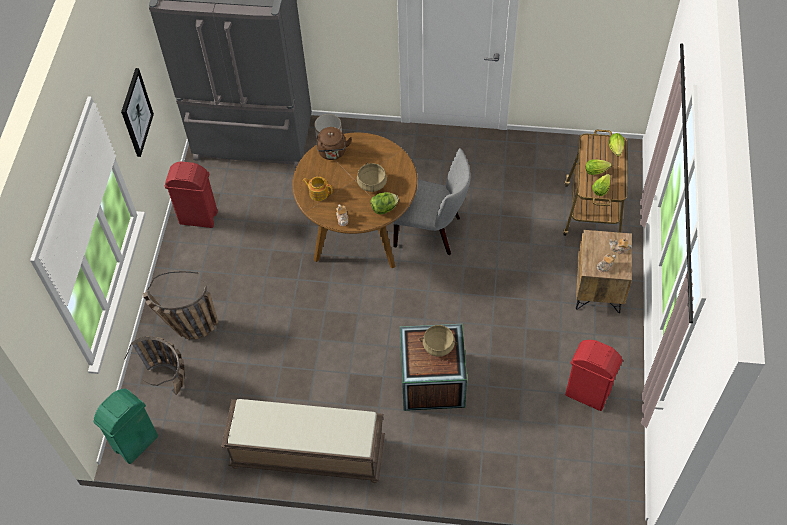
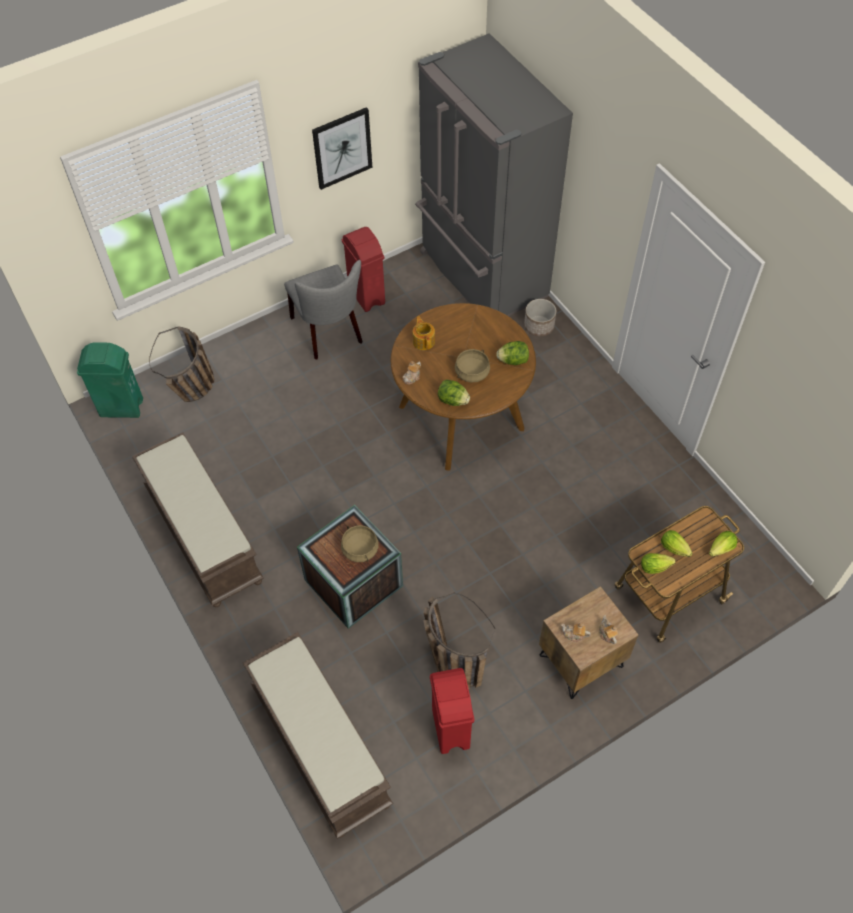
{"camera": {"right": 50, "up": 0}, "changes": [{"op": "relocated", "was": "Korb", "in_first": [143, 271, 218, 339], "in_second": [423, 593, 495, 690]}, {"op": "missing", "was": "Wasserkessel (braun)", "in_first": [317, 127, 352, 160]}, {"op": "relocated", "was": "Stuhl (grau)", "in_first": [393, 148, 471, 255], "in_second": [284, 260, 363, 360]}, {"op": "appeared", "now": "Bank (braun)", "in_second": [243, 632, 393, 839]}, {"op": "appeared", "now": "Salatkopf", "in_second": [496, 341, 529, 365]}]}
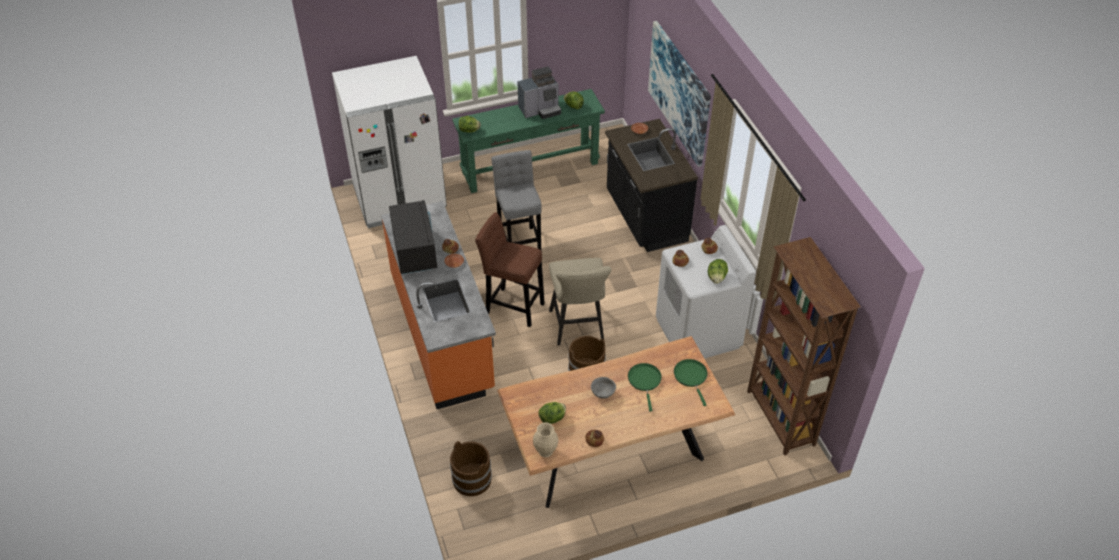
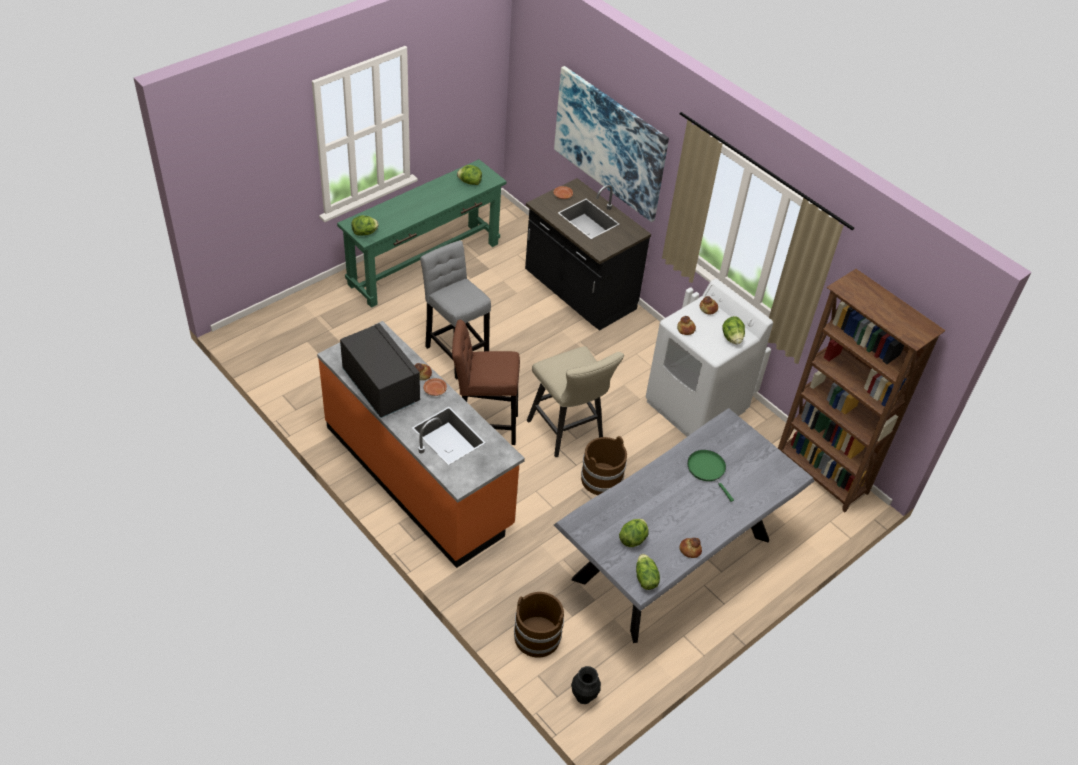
{"camera": {"right": -25, "up": 0}, "changes": [{"op": "missing", "was": "Kühlschrank (weiß)", "in_first": [332, 56, 447, 228]}, {"op": "colour", "was": "Esstisch (braun)", "now": "Esstisch (grau)", "in_first": [497, 336, 735, 508], "in_second": [554, 408, 814, 643]}, {"op": "missing", "was": "Kaffeemaschine", "in_first": [517, 66, 561, 119]}, {"op": "exchanged", "was": "Vase (beige)", "now": "Salatkopf", "in_first": [533, 422, 559, 457], "in_second": [636, 554, 660, 590]}, {"op": "missing", "was": "Schüssel (grau)", "in_first": [591, 377, 616, 399]}, {"op": "missing", "was": "Pfanne (grün)", "in_first": [674, 359, 708, 406]}, {"op": "appeared", "now": "Vase (schwarz)", "in_second": [571, 666, 601, 704]}]}
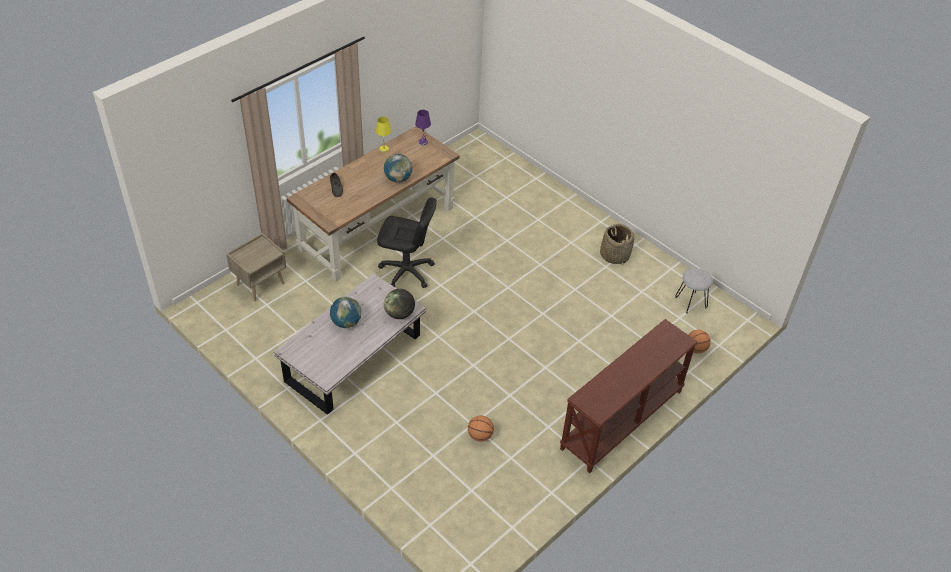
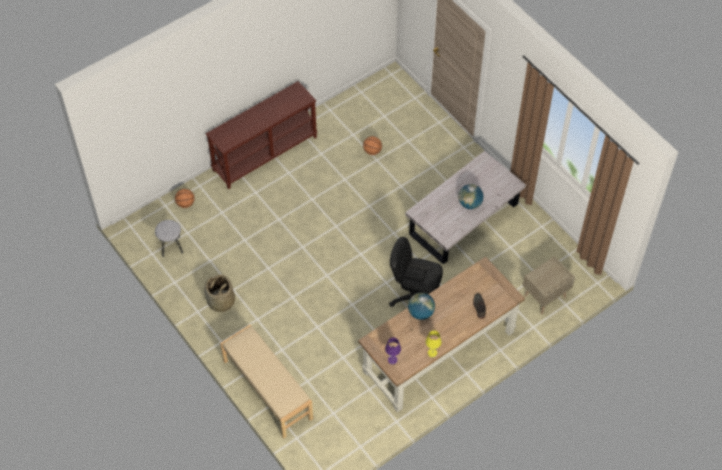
{"camera": {"right": -170, "up": 10}, "changes": [{"op": "missing", "was": "Globus", "in_first": [384, 289, 415, 319]}, {"op": "appeared", "now": "Bank (beige)", "in_second": [220, 325, 313, 439]}]}
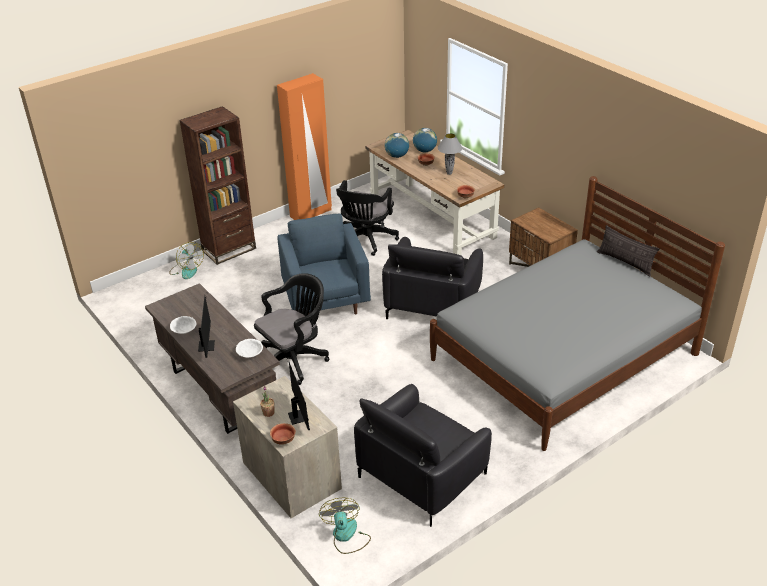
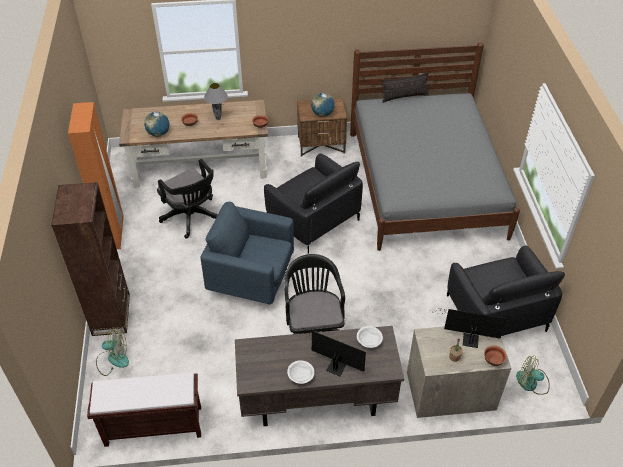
{"camera": {"right": -60, "up": 10}, "changes": [{"op": "relocated", "was": "Globus", "in_first": [413, 128, 437, 152], "in_second": [311, 93, 335, 117]}, {"op": "appeared", "now": "Bank (braun)", "in_second": [87, 372, 201, 447]}]}
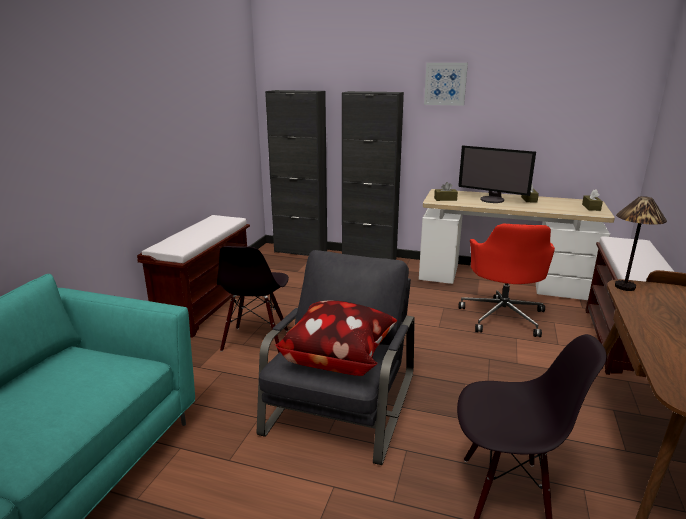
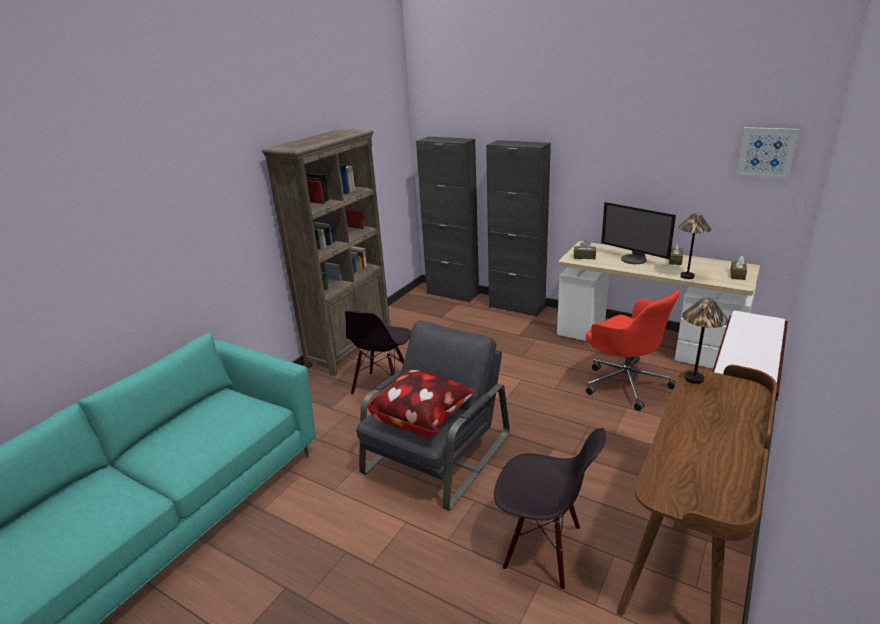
{"camera": {"right": 15, "up": 5}, "changes": [{"op": "exchanged", "was": "Bank (braun)", "now": "Bücherregal (braun)", "in_first": [137, 215, 250, 338], "in_second": [262, 129, 390, 377]}, {"op": "relocated", "was": "Bild", "in_first": [424, 63, 468, 106], "in_second": [736, 127, 799, 179]}, {"op": "spun", "was": "Bürostuhl (rot)", "in_first": [459, 224, 555, 337], "in_second": [586, 290, 680, 411], "clockwise": -60}, {"op": "appeared", "now": "Tischlampe", "in_second": [678, 213, 711, 279]}]}
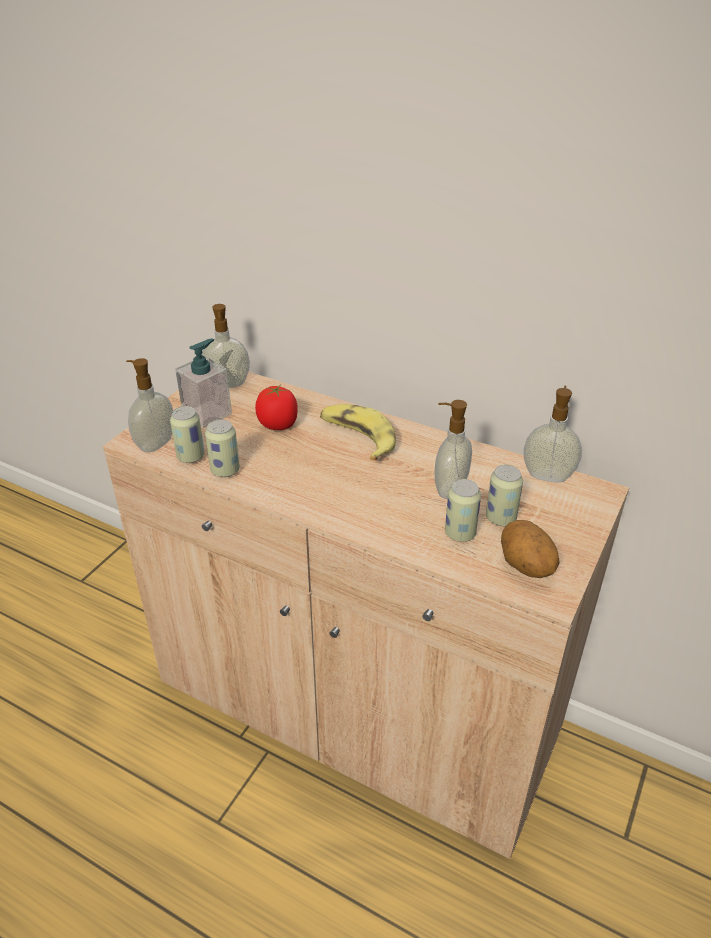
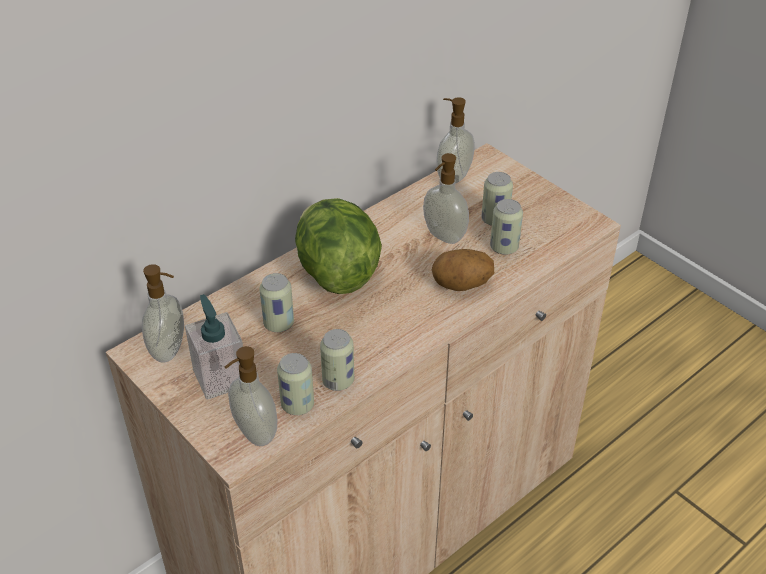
{"camera": {"right": -70, "up": 5}, "changes": [{"op": "exchanged", "was": "Tomate", "now": "Dose", "in_first": [255, 385, 298, 430], "in_second": [259, 273, 294, 332]}, {"op": "exchanged", "was": "Banane", "now": "Salatkopf", "in_first": [320, 404, 396, 461], "in_second": [295, 198, 382, 294]}, {"op": "relocated", "was": "Kartoffel", "in_first": [501, 520, 560, 578], "in_second": [432, 249, 494, 291]}]}
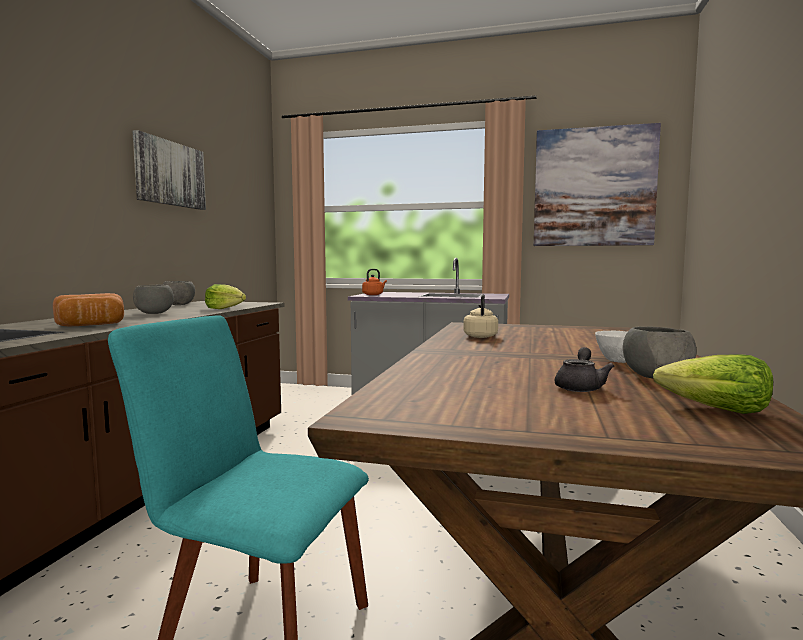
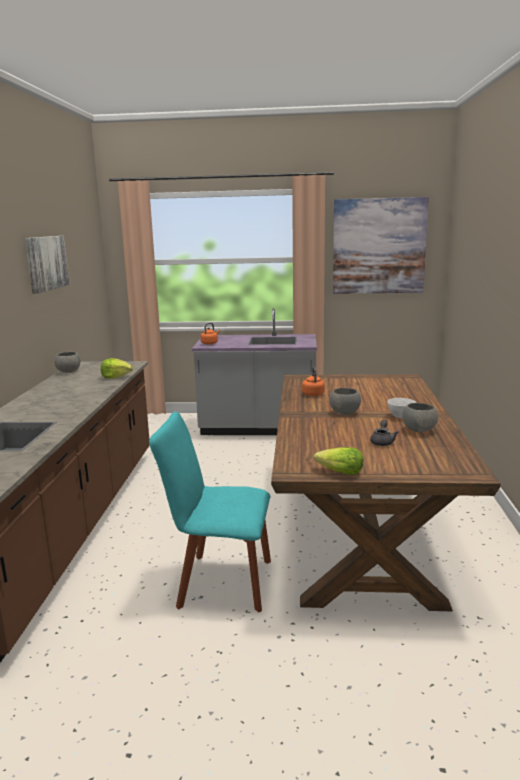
{"camera": {"right": -10, "up": 10}, "changes": [{"op": "missing", "was": "Brot", "in_first": [53, 293, 124, 326]}, {"op": "relocated", "was": "Schüssel (grau)", "in_first": [133, 285, 174, 314], "in_second": [330, 388, 361, 415]}, {"op": "colour", "was": "Wasserkessel (beige)", "now": "Wasserkessel (orange)", "in_first": [464, 294, 498, 338], "in_second": [302, 367, 325, 396]}, {"op": "relocated", "was": "Salatkopf", "in_first": [653, 354, 773, 414], "in_second": [314, 447, 363, 475]}]}
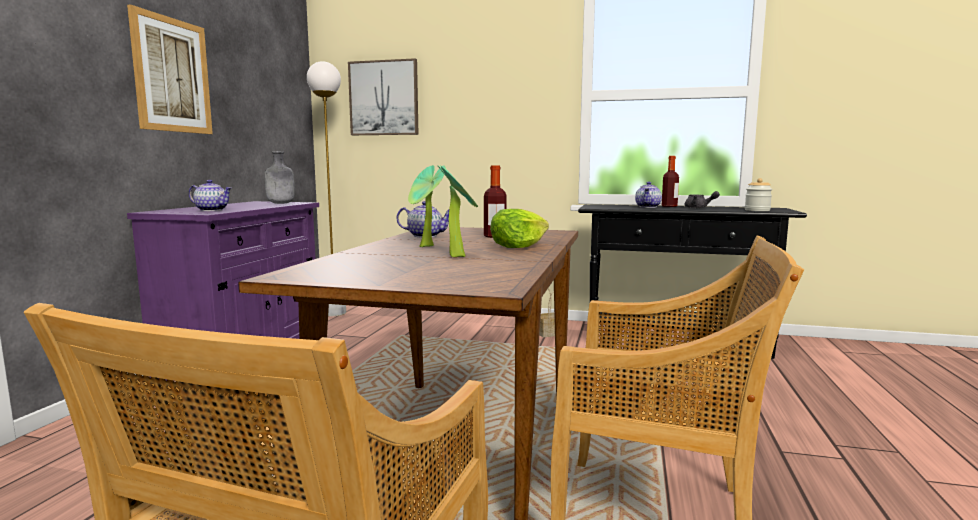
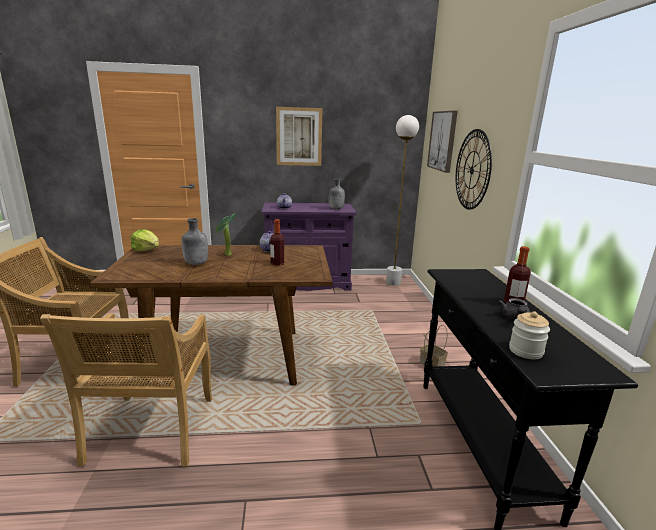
{"camera": {"right": 70, "up": 10}, "changes": [{"op": "exchanged", "was": "Topfpflanze", "now": "Flasche (grau)", "in_first": [438, 165, 478, 257], "in_second": [182, 218, 208, 265]}, {"op": "relocated", "was": "Salatkopf", "in_first": [490, 209, 549, 248], "in_second": [131, 229, 159, 251]}, {"op": "missing", "was": "Teekanne", "in_first": [635, 182, 662, 208]}, {"op": "appeared", "now": "Wanduhr", "in_second": [456, 129, 492, 210]}]}
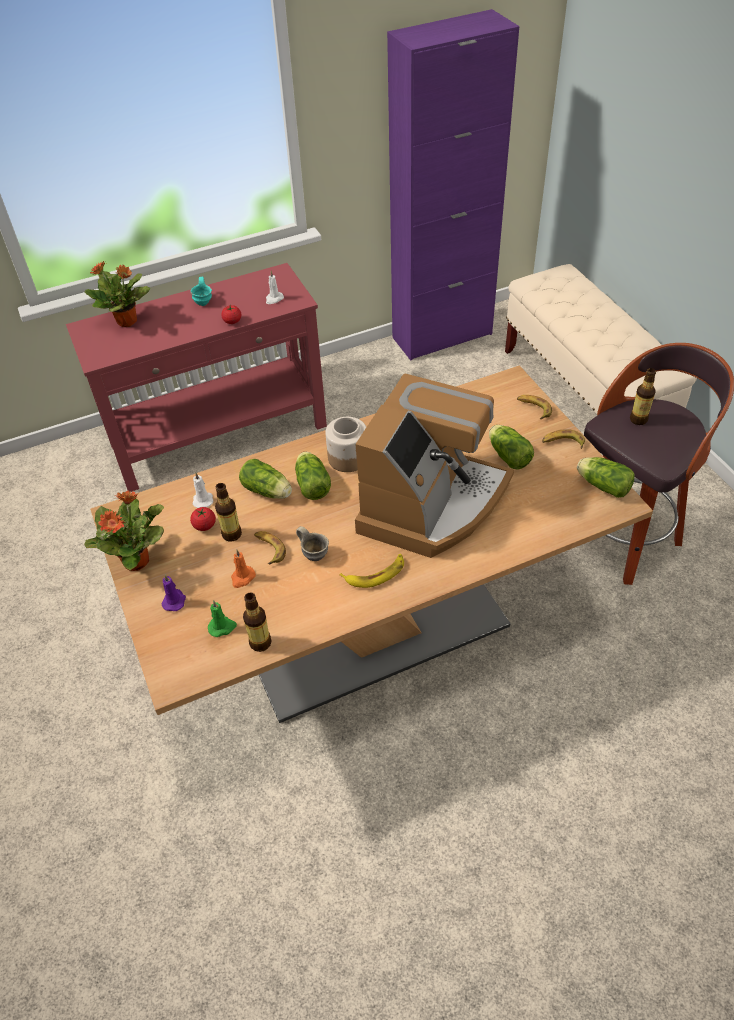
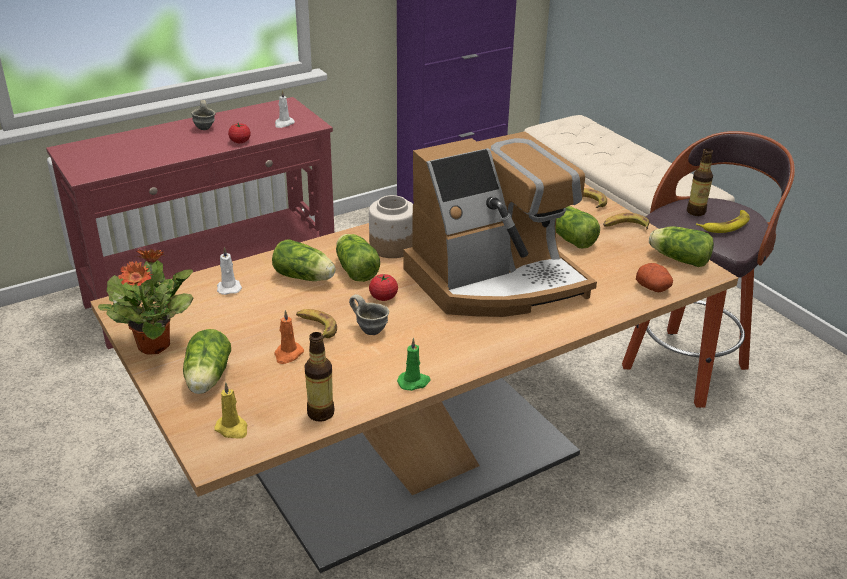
{"camera": {"right": -10, "up": -15}, "changes": [{"op": "missing", "was": "Topfpflanze", "in_first": [84, 261, 150, 327]}, {"op": "exchanged", "was": "Kerze (lila)", "now": "Salatkopf", "in_first": [162, 575, 186, 611], "in_second": [183, 329, 231, 394]}, {"op": "colour", "was": "Henkelbecher (türkis)", "now": "Henkelbecher (grau)", "in_first": [190, 277, 212, 306], "in_second": [191, 100, 215, 130]}, {"op": "relocated", "was": "Tomate", "in_first": [190, 507, 216, 531], "in_second": [369, 274, 398, 301]}, {"op": "relocated", "was": "Kerze (grün)", "in_first": [208, 600, 237, 637], "in_second": [397, 338, 431, 391]}, {"op": "missing", "was": "Flasche", "in_first": [215, 483, 242, 542]}, {"op": "relocated", "was": "Banane", "in_first": [340, 554, 404, 588], "in_second": [696, 210, 750, 233]}, {"op": "spun", "was": "Kaffeemaschine", "in_first": [355, 373, 514, 558], "in_second": [404, 132, 597, 317], "clockwise": 45}, {"op": "appeared", "now": "Kerze (gelb)", "in_second": [214, 382, 248, 438]}, {"op": "appeared", "now": "Kartoffel", "in_second": [636, 263, 673, 292]}]}
